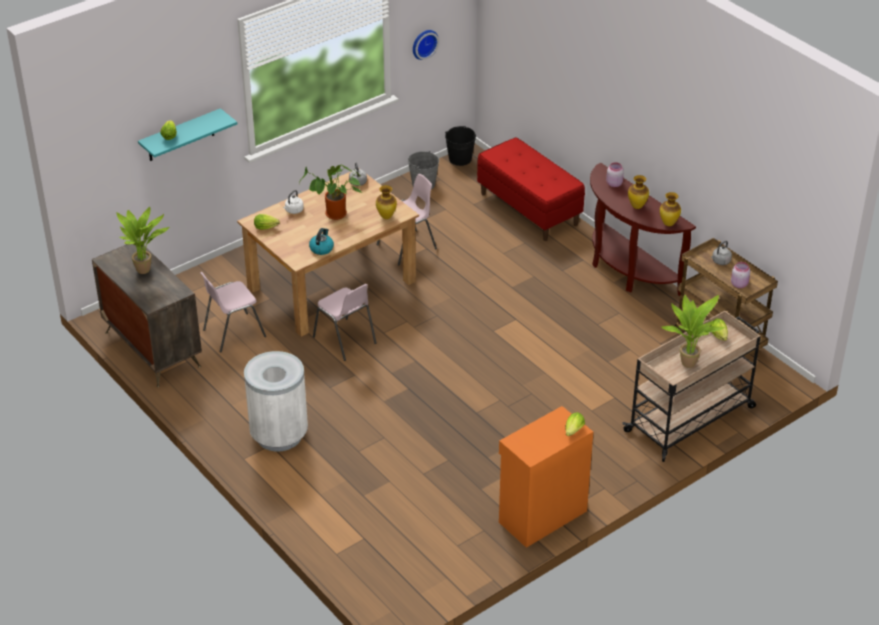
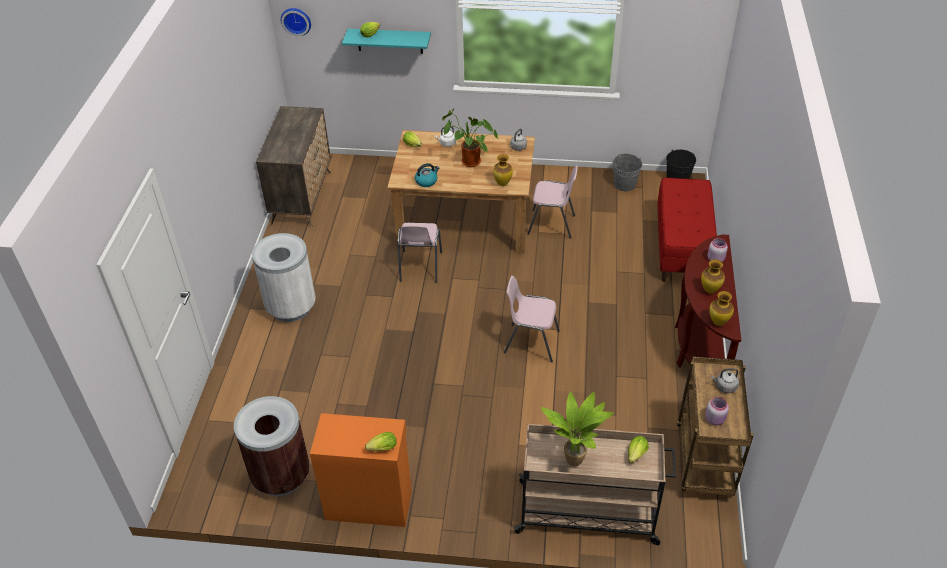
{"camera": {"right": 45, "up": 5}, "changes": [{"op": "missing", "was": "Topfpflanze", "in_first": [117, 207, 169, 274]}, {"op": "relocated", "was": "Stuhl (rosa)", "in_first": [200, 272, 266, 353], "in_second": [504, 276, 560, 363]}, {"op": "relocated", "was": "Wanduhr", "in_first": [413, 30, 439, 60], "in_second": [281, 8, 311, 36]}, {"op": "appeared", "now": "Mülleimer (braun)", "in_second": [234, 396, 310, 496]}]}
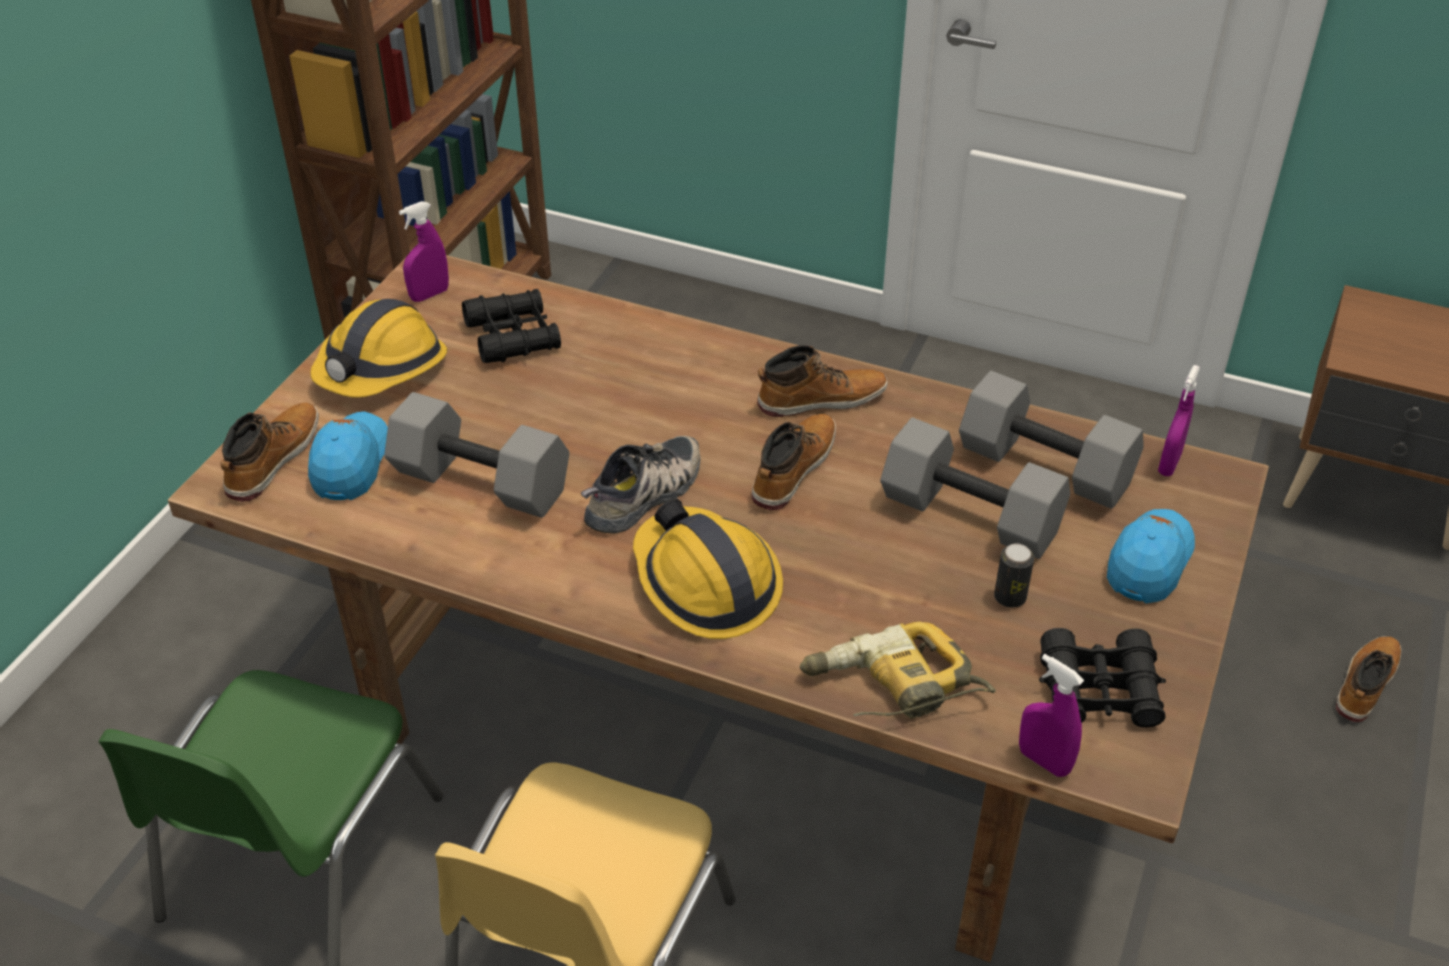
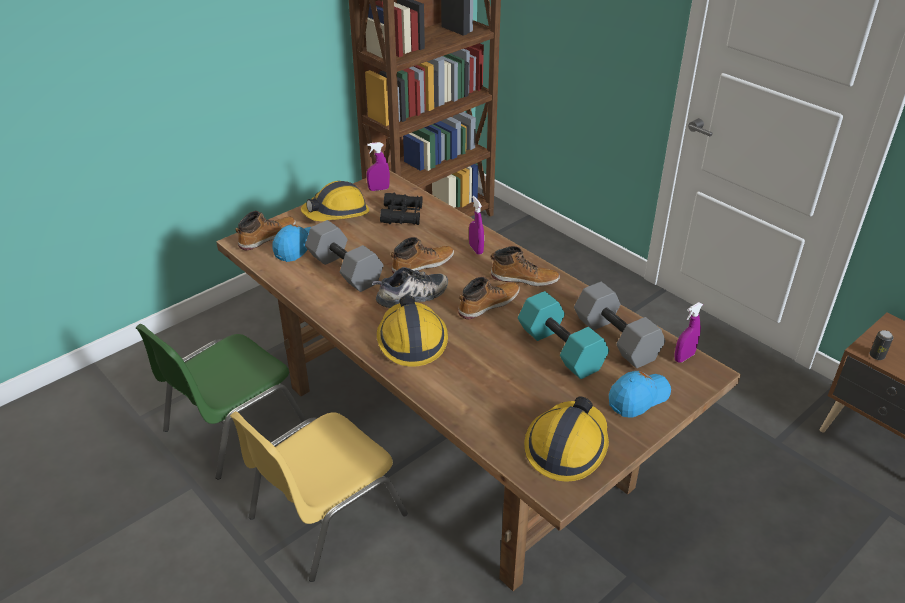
{"camera": {"right": 25, "up": -5}, "changes": [{"op": "missing", "was": "Bohrmaschine", "in_first": [800, 622, 996, 719]}, {"op": "colour", "was": "Hantel (grau)", "now": "Hantel (türkis)", "in_first": [880, 417, 1070, 559], "in_second": [518, 291, 609, 379]}, {"op": "relocated", "was": "Dose", "in_first": [994, 544, 1034, 608], "in_second": [870, 330, 893, 360]}, {"op": "relocated", "was": "Sprühflasche (lila)", "in_first": [1019, 654, 1084, 777], "in_second": [469, 196, 484, 255]}, {"op": "exchanged", "was": "Fernglas (schwarz)", "now": "Schutzhelm", "in_first": [1039, 628, 1166, 727], "in_second": [524, 397, 609, 482]}, {"op": "relocated", "was": "Stiefel", "in_first": [1336, 636, 1401, 722], "in_second": [391, 237, 454, 274]}]}
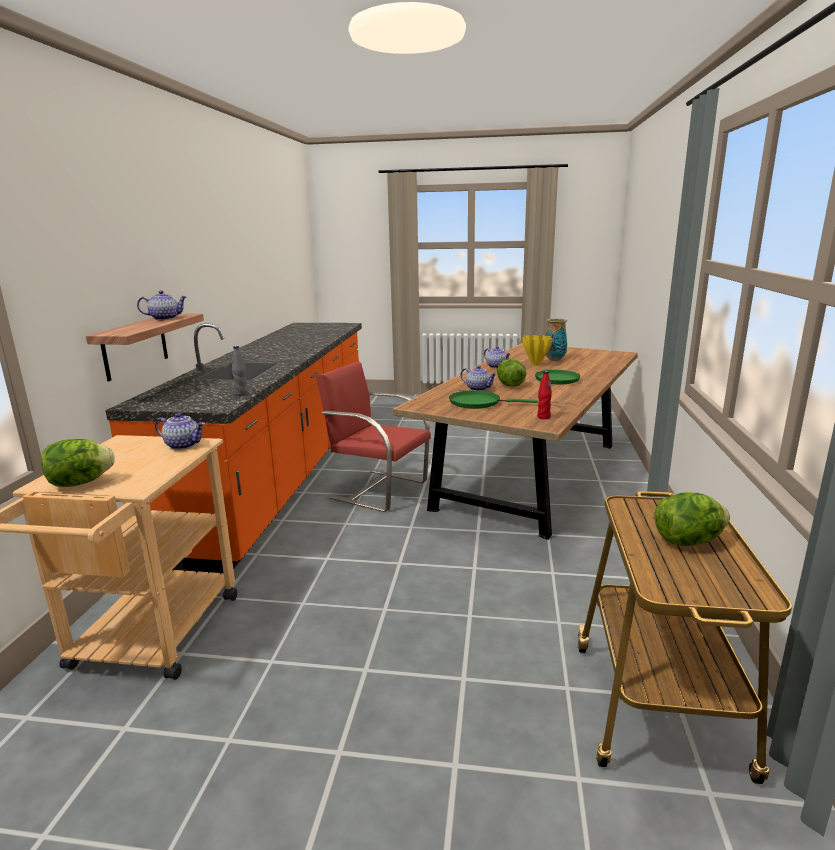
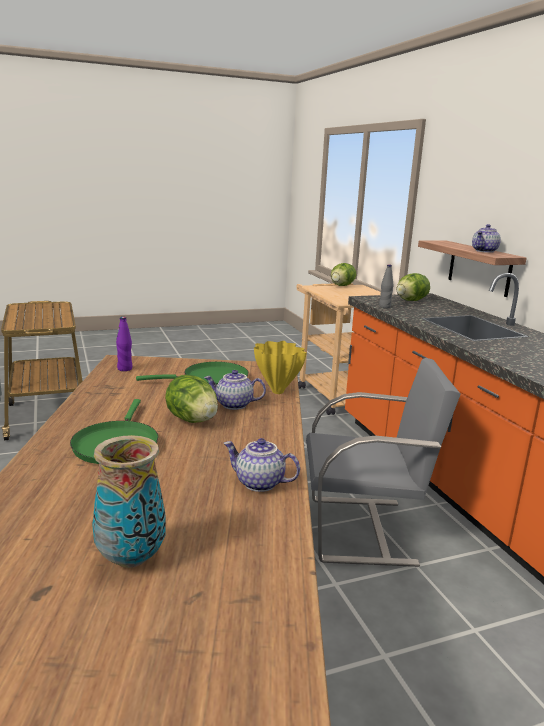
{"camera": {"right": 150, "up": 0}, "changes": [{"op": "missing", "was": "Teekanne", "in_first": [155, 413, 205, 450]}, {"op": "colour", "was": "Stuhl (rot)", "now": "Stuhl (grau)", "in_first": [316, 361, 431, 512], "in_second": [306, 358, 461, 567]}, {"op": "relocated", "was": "Vase (gelb)", "in_first": [522, 335, 553, 366], "in_second": [254, 341, 307, 394]}, {"op": "colour", "was": "Flasche (rot)", "now": "Flasche (lila)", "in_first": [537, 371, 552, 419], "in_second": [116, 317, 132, 371]}, {"op": "relocated", "was": "Salatkopf", "in_first": [655, 492, 730, 546], "in_second": [396, 273, 430, 301]}]}
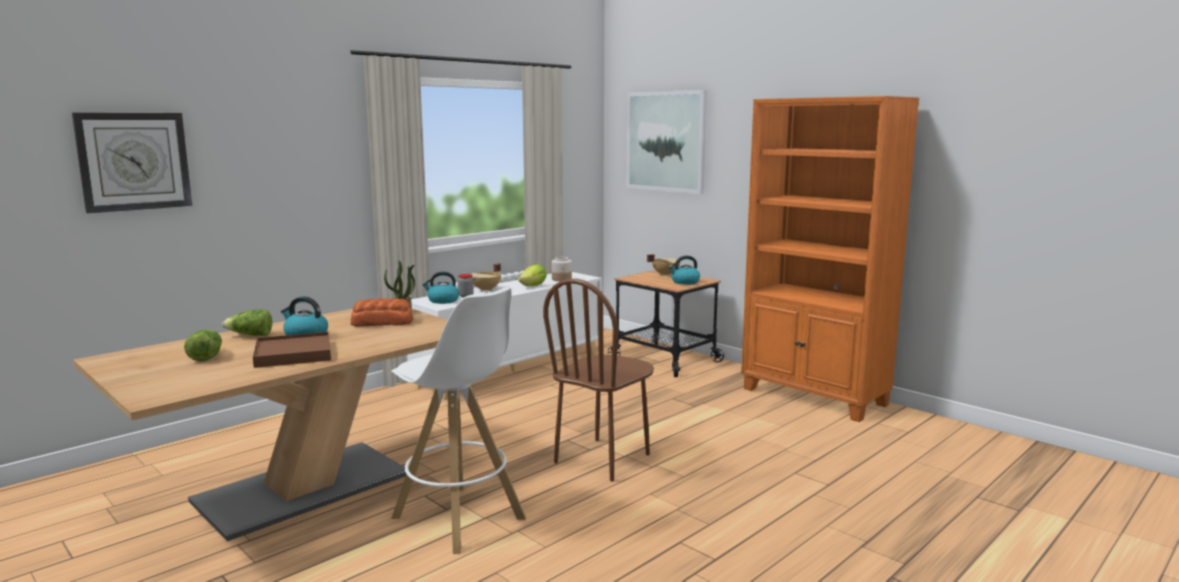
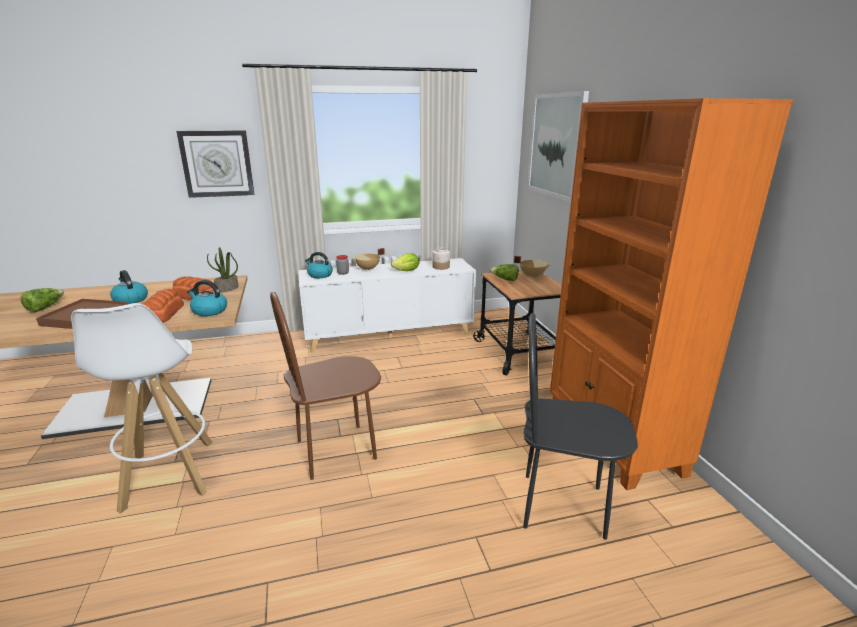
{"camera": {"right": 30, "up": 10}, "changes": [{"op": "relocated", "was": "Wanduhr", "in_first": [72, 112, 192, 213], "in_second": [176, 130, 255, 198]}, {"op": "relocated", "was": "Salatkopf", "in_first": [222, 309, 272, 336], "in_second": [490, 264, 519, 281]}, {"op": "relocated", "was": "Wasserkessel", "in_first": [668, 255, 700, 285], "in_second": [187, 280, 227, 316]}, {"op": "appeared", "now": "Brot", "in_second": [143, 289, 184, 322]}, {"op": "appeared", "now": "Stuhl (schwarz)", "in_second": [523, 313, 638, 540]}]}
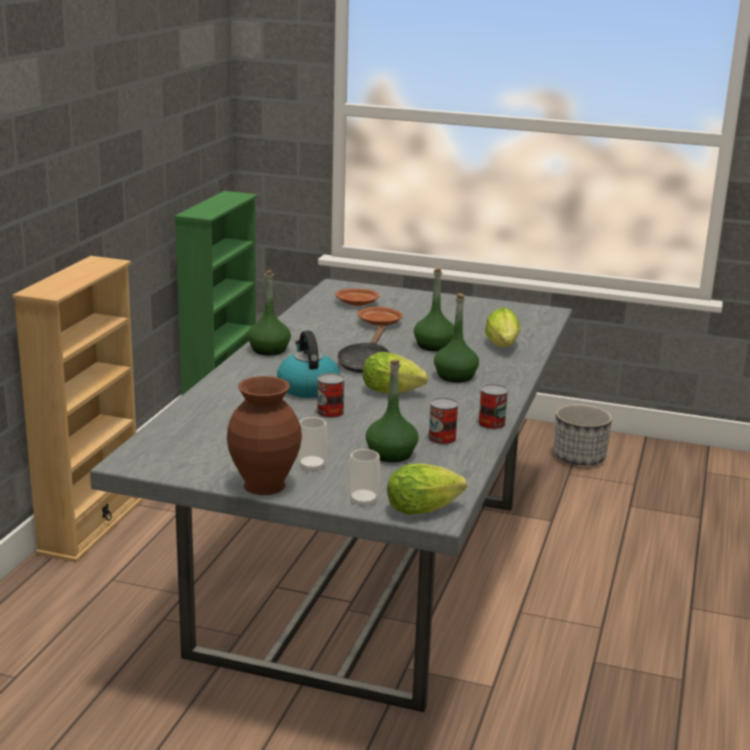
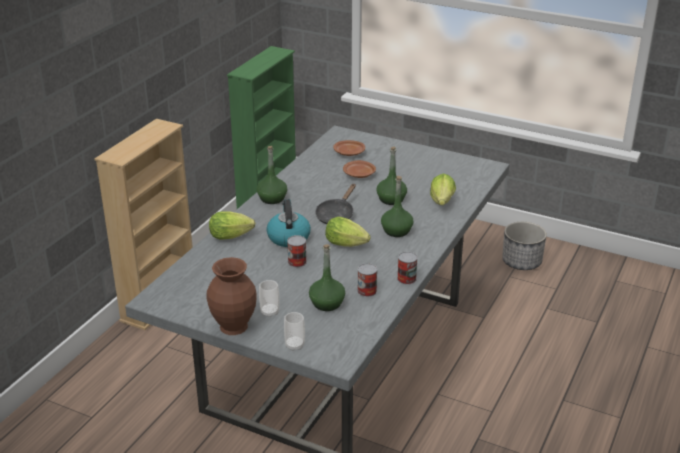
{"camera": {"right": 10, "up": 10}, "changes": [{"op": "relocated", "was": "Salatkopf", "in_first": [387, 464, 467, 515], "in_second": [209, 211, 255, 239]}]}
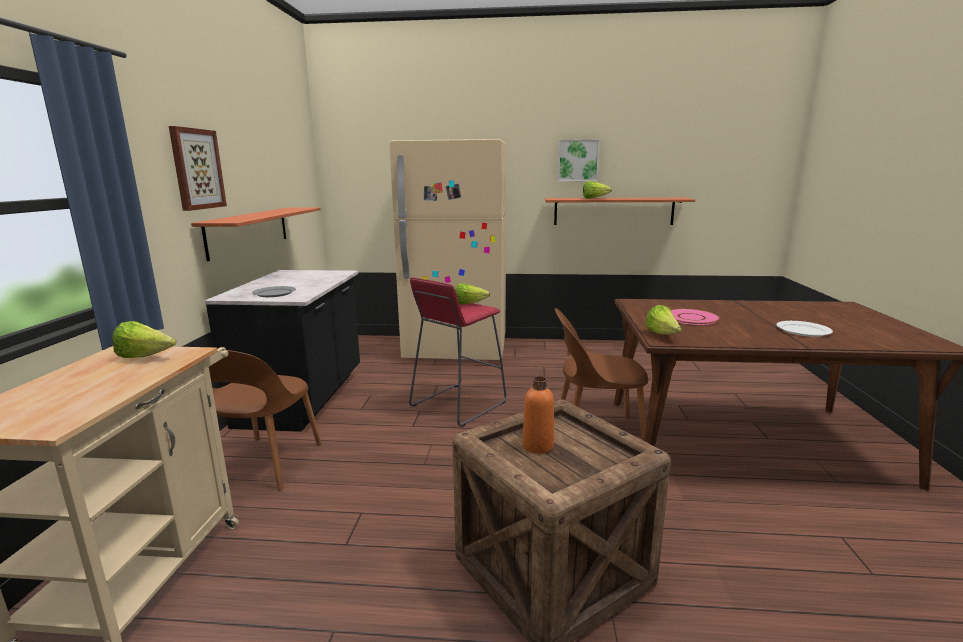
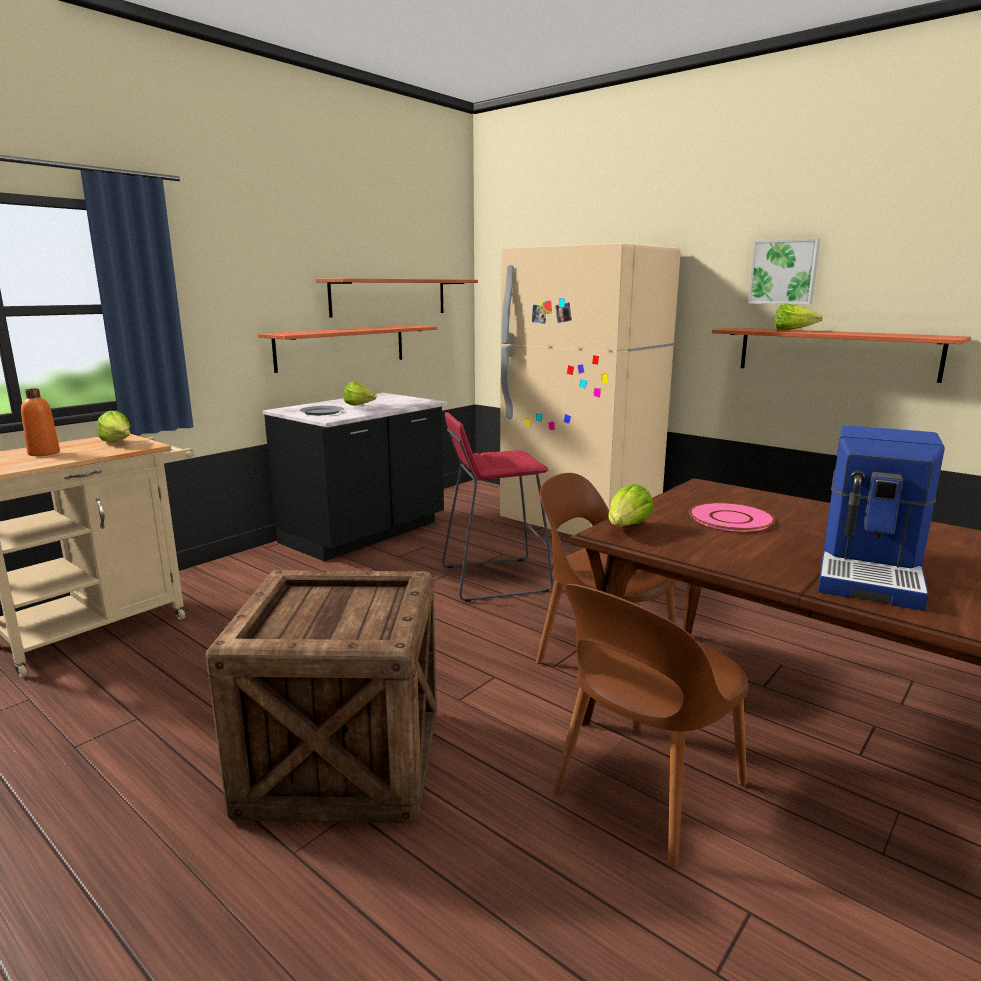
{"camera": {"right": 35, "up": 0}, "changes": [{"op": "missing", "was": "Bild", "in_first": [169, 126, 227, 211]}, {"op": "relocated", "was": "Stuhl (braun)", "in_first": [209, 350, 322, 491], "in_second": [553, 584, 749, 867]}, {"op": "relocated", "was": "Salatkopf", "in_first": [455, 283, 490, 304], "in_second": [344, 382, 377, 405]}, {"op": "relocated", "was": "Flasche (orange)", "in_first": [523, 376, 554, 454], "in_second": [21, 389, 60, 456]}, {"op": "exchanged", "was": "Teller (weiß)", "now": "Kaffeemaschine", "in_first": [776, 321, 833, 337], "in_second": [818, 425, 945, 611]}, {"op": "appeared", "now": "Wandregal", "in_second": [315, 278, 478, 318]}]}
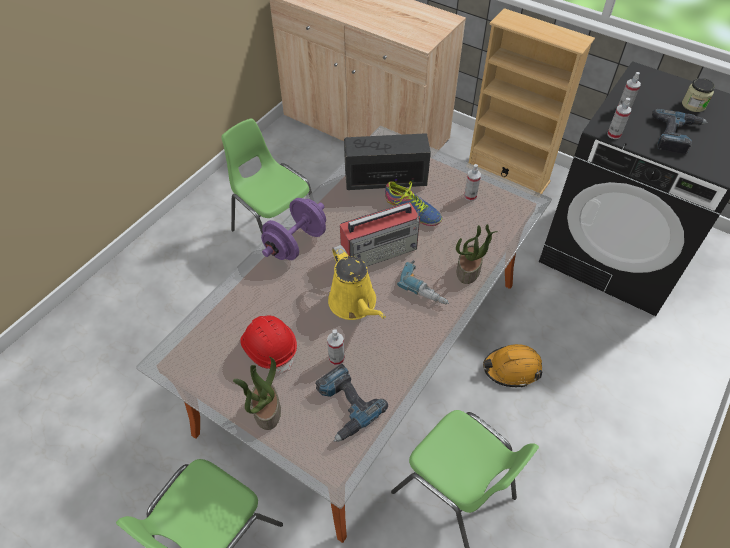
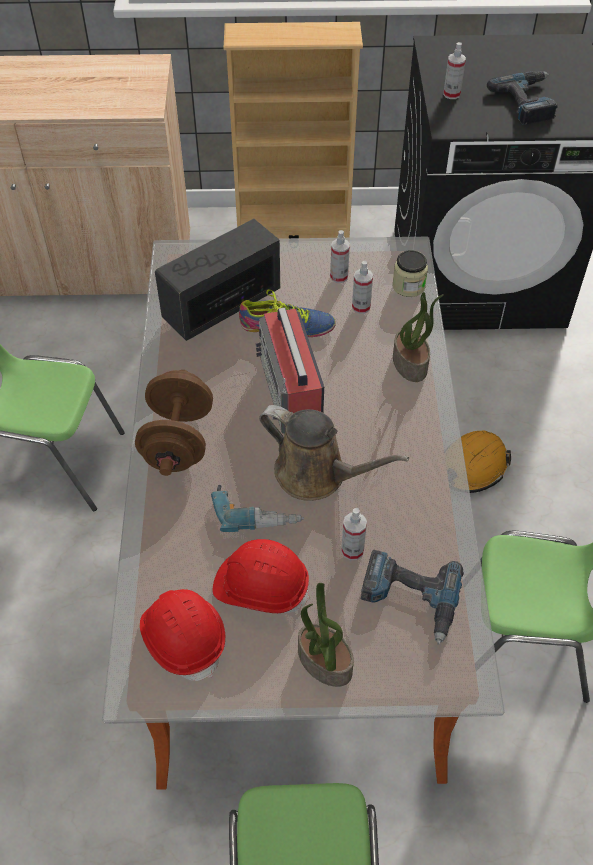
{"camera": {"right": -35, "up": 0}, "changes": [{"op": "colour", "was": "Hantel (lila)", "now": "Hantel (braun)", "in_first": [261, 198, 326, 260], "in_second": [135, 370, 213, 476]}, {"op": "colour", "was": "Gießkanne (gelb)", "now": "Gießkanne (braun)", "in_first": [328, 245, 386, 320], "in_second": [259, 405, 409, 501]}, {"op": "spun", "was": "Radio", "in_first": [340, 202, 420, 266], "in_second": [256, 307, 324, 434], "clockwise": 135}, {"op": "relocated", "was": "Bohrmaschine", "in_first": [397, 260, 449, 304], "in_second": [211, 485, 304, 532]}, {"op": "relocated", "was": "Sprühflasche", "in_first": [607, 98, 631, 139], "in_second": [352, 261, 373, 314]}, {"op": "relocated", "was": "Vorratsglas", "in_first": [682, 78, 715, 112], "in_second": [392, 250, 428, 297]}, {"op": "appeared", "now": "Schutzhelm (rot)", "in_second": [140, 589, 225, 681]}]}
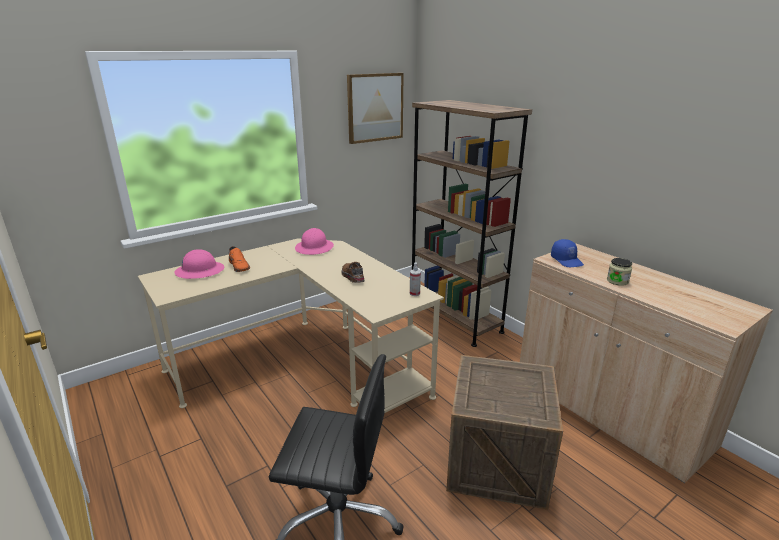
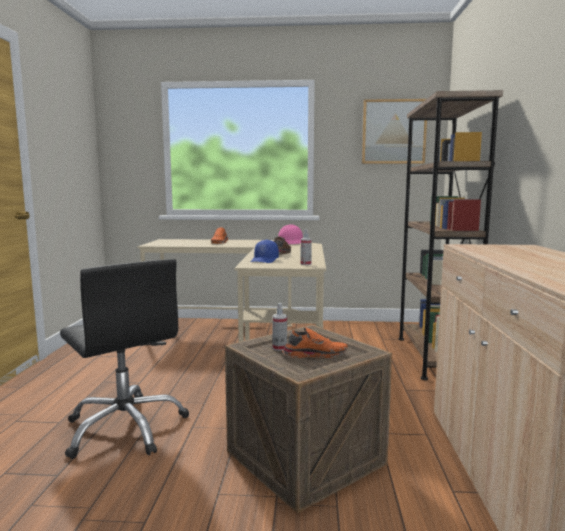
{"camera": {"right": 40, "up": -15}, "changes": [{"op": "missing", "was": "Schutzhelm (rosa)", "in_first": [174, 249, 224, 279]}, {"op": "relocated", "was": "Kappe (blau)", "in_first": [551, 239, 584, 267], "in_second": [251, 239, 279, 263]}, {"op": "missing", "was": "Vorratsglas", "in_first": [607, 258, 632, 286]}, {"op": "appeared", "now": "Sprühflasche", "in_second": [272, 303, 287, 351]}, {"op": "appeared", "now": "Schuh (orange)", "in_second": [282, 327, 348, 358]}]}
